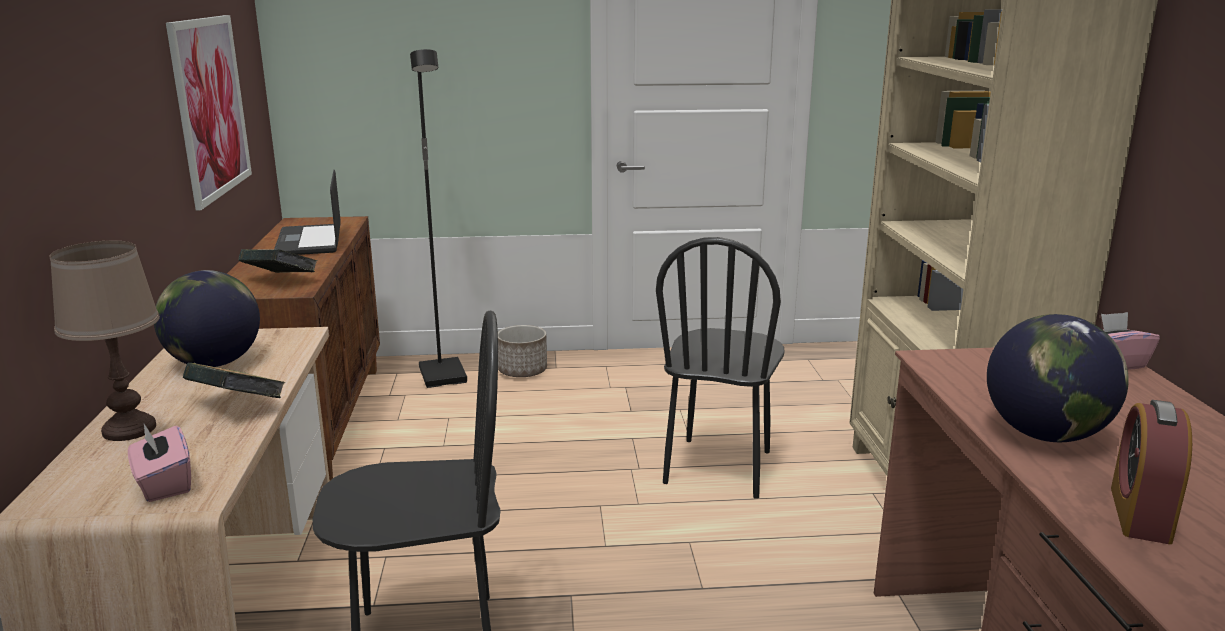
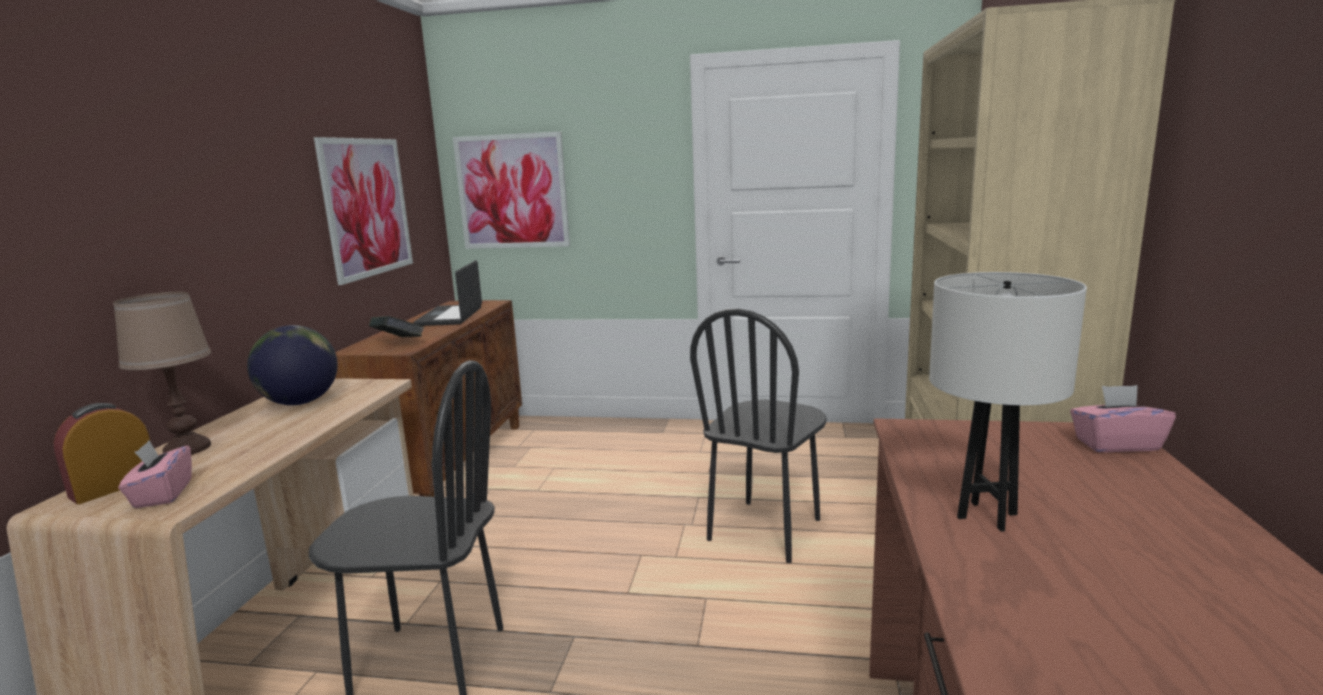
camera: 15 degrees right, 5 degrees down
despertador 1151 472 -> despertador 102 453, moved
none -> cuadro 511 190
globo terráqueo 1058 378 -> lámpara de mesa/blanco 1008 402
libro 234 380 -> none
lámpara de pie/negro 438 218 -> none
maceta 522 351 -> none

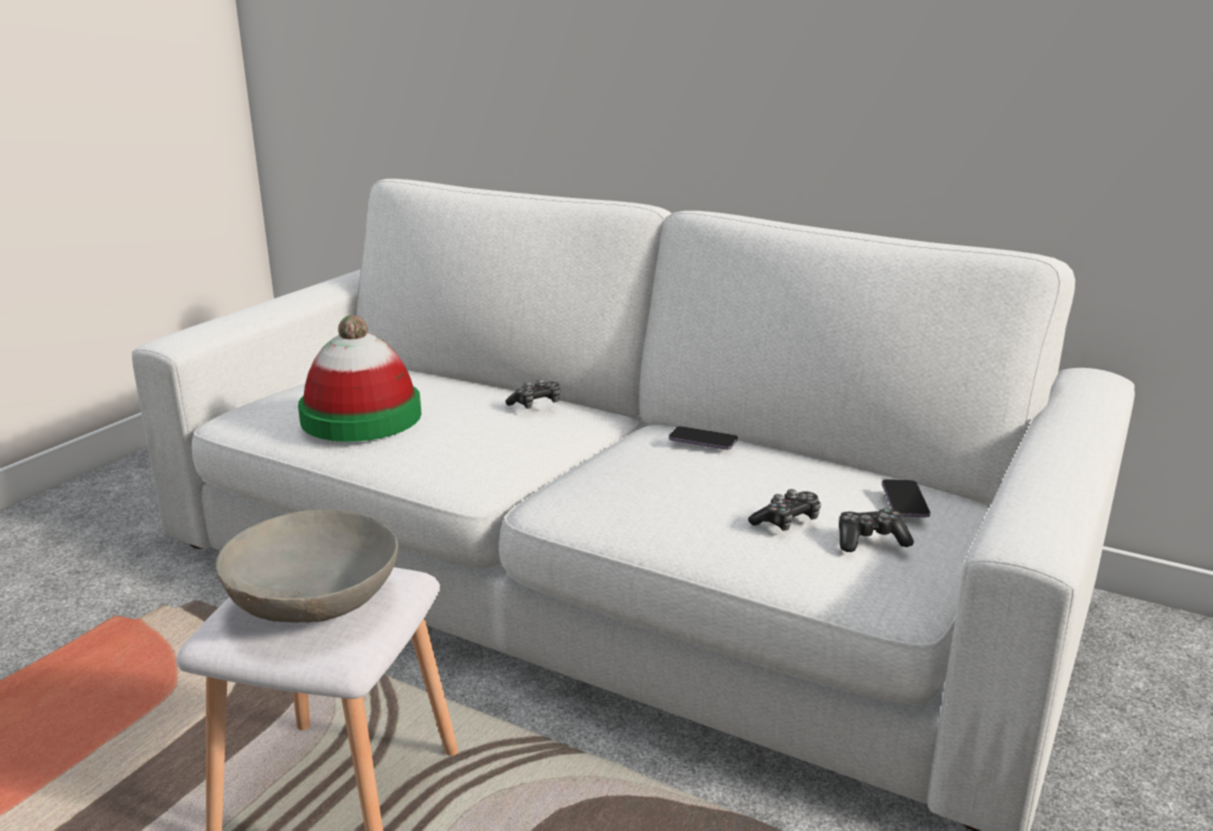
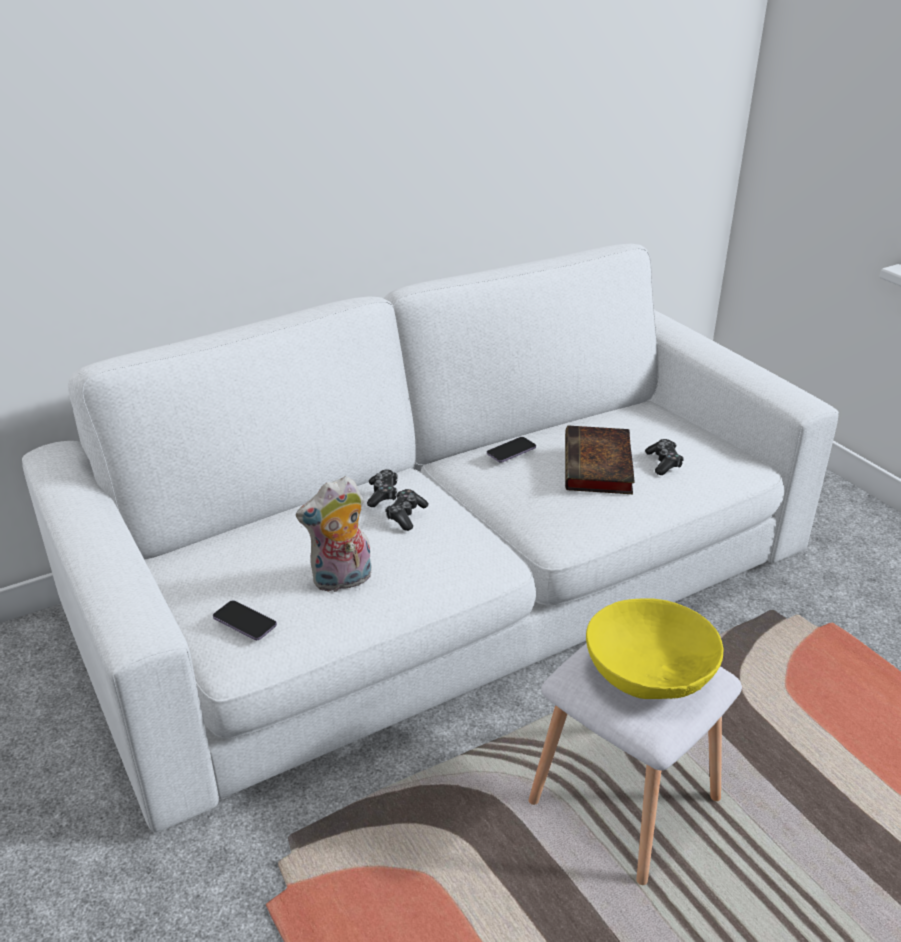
camera: 60 degrees left, 10 degrees up
móvil 906 498 -> móvil 245 620, moved
sombrero 359 378 -> peluche 333 534
mando de consola 876 530 -> mando de consola 407 510, moved
none -> libro 600 460
cuenco/gris 307 566 -> cuenco/amarillo 655 648

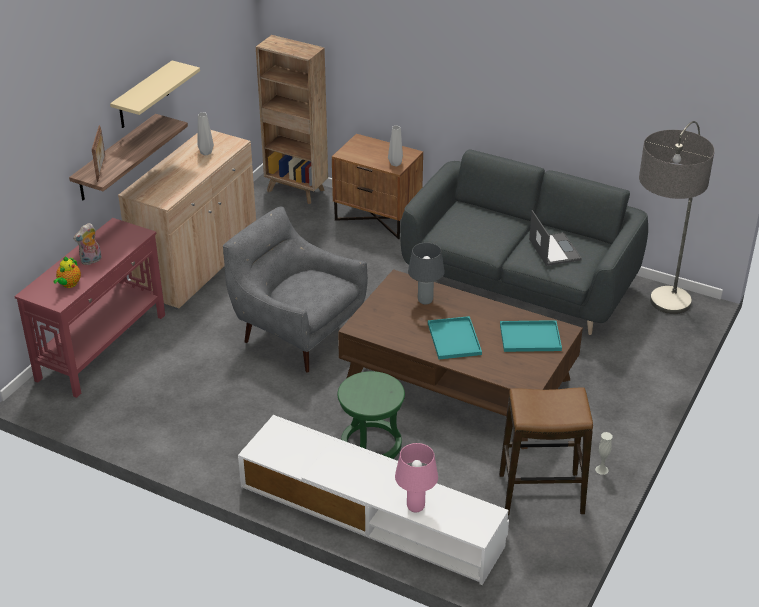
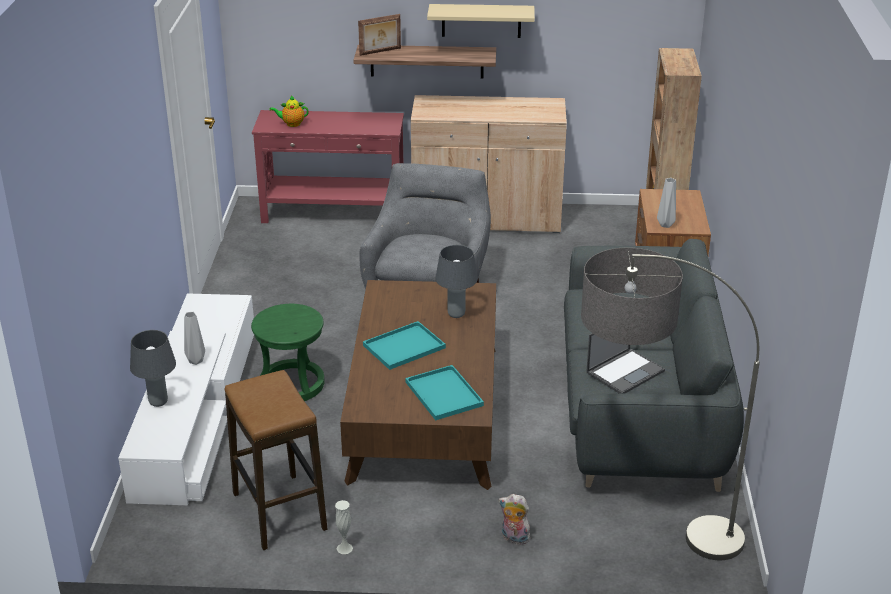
camera: 65 degrees right, 5 degrees down
lámpara de mesa/rosa 416 477 -> lámpara de mesa/gris 153 368
florero/gris 205 134 -> florero/gris 194 338, moved
peluche 87 244 -> peluche 514 520, moved

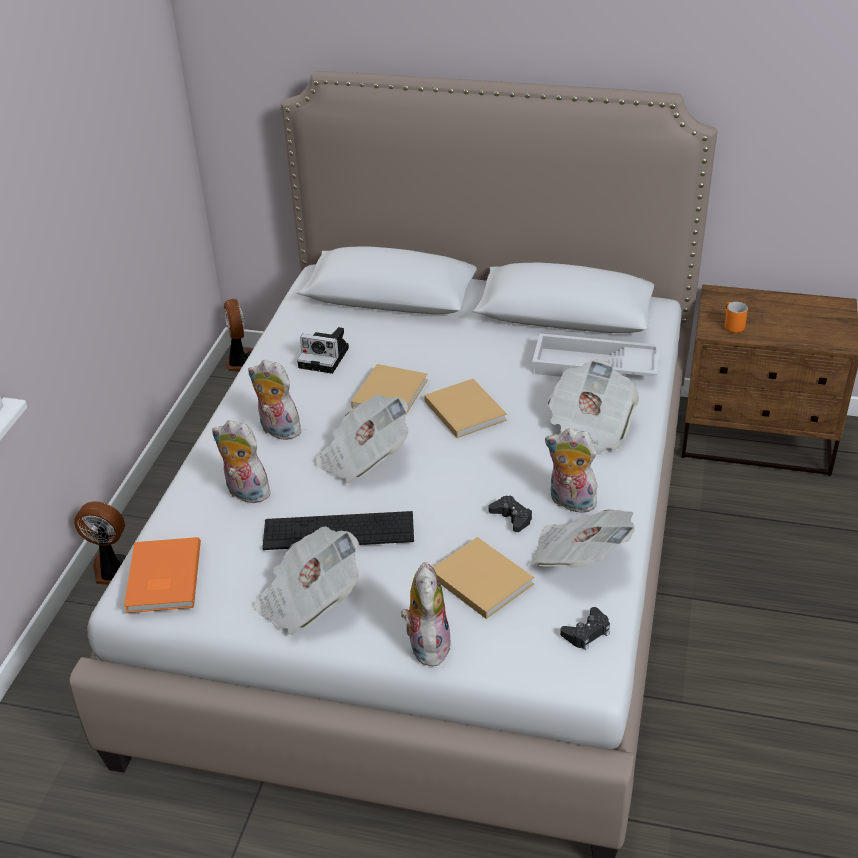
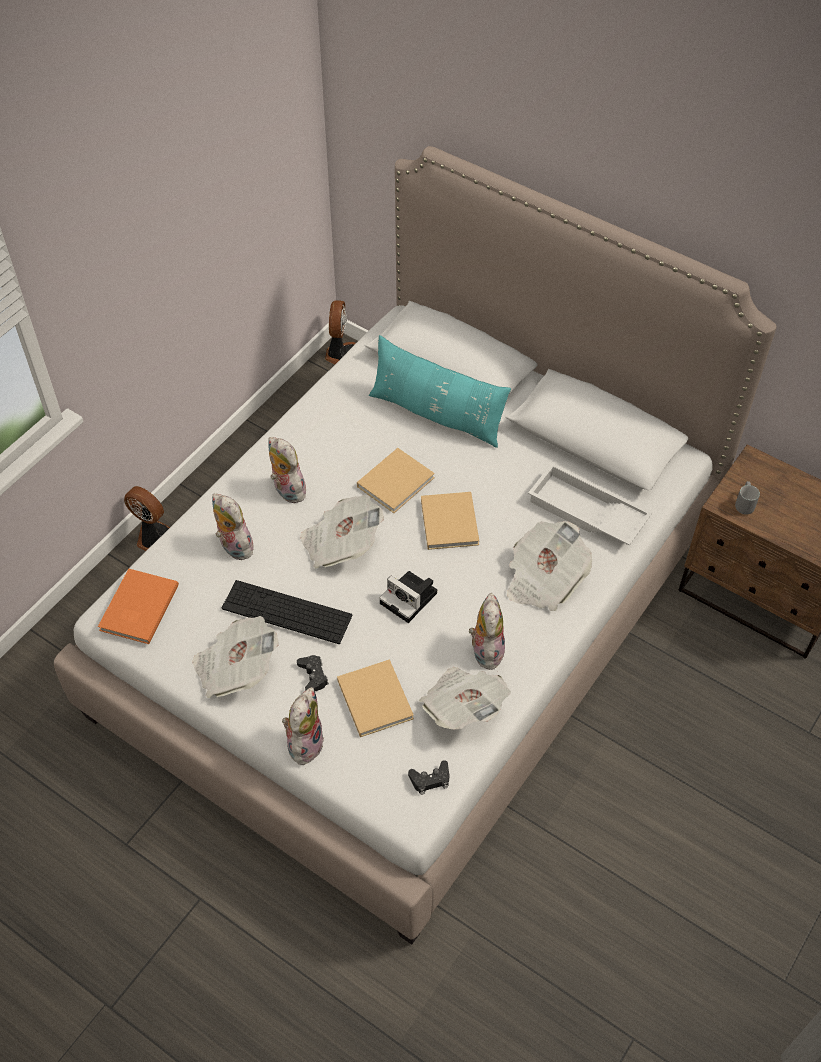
camera: 20 degrees right, 15 degrees up
mando de consola/negro 510 513 -> mando de consola/negro 313 673, moved
none -> cojín/turquesa 440 391
cámara 323 350 -> cámara 408 597, moved
peluche 571 470 -> peluche 487 631, 45 degrees clockwise
taza grande/naranja 736 317 -> taza grande/gris 747 497

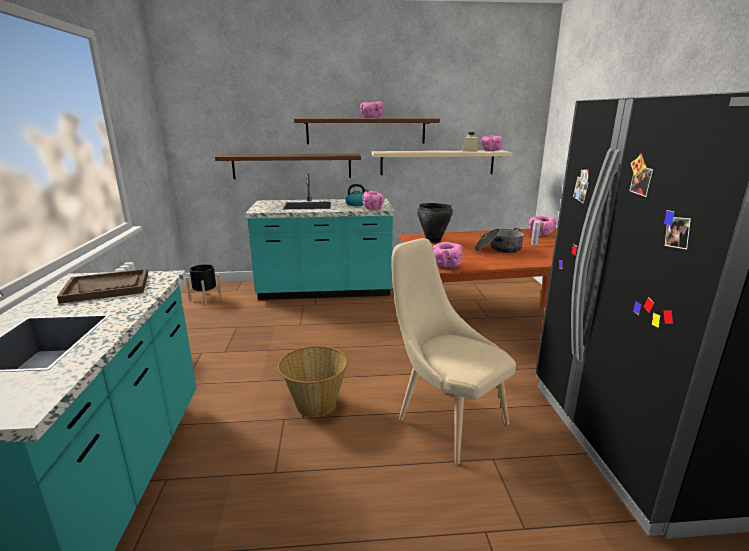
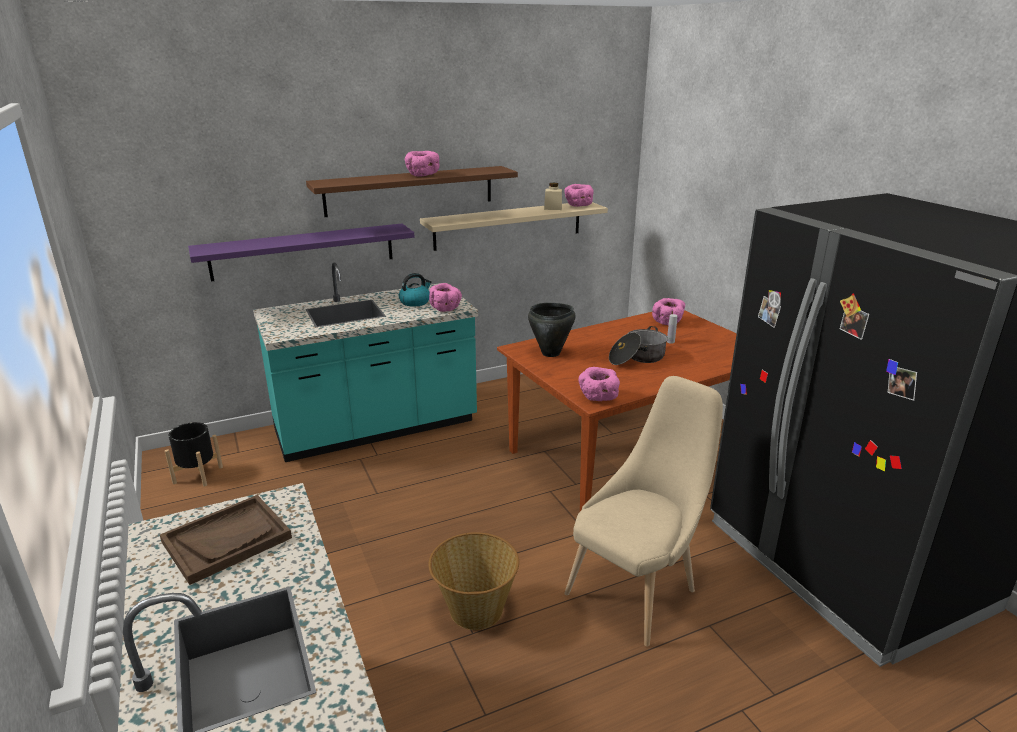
camera: 20 degrees left, 5 degrees up
estante/marrón 288 166 -> estante/morado 301 253
silla/beis 453 351 -> silla/beis 643 511, 105 degrees clockwise

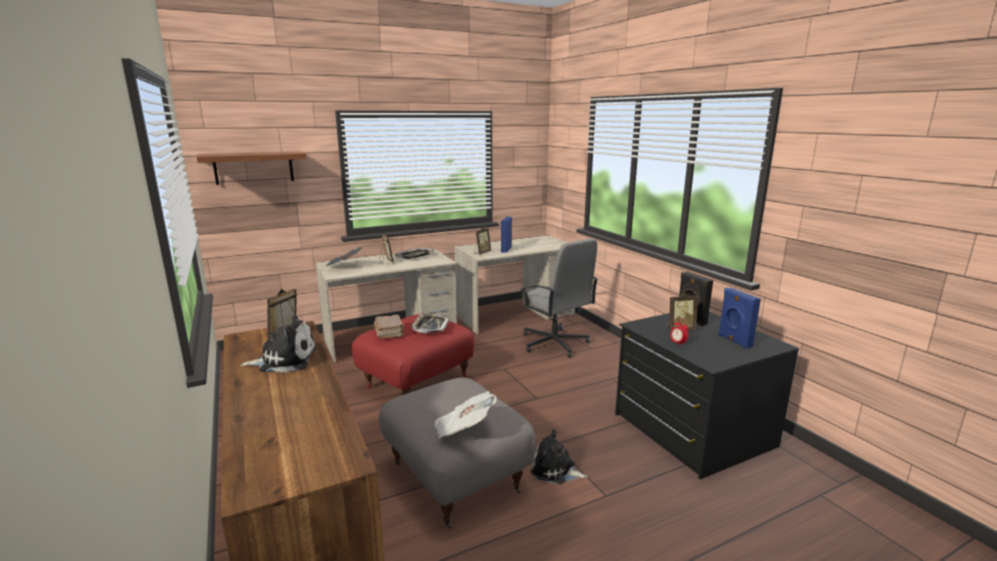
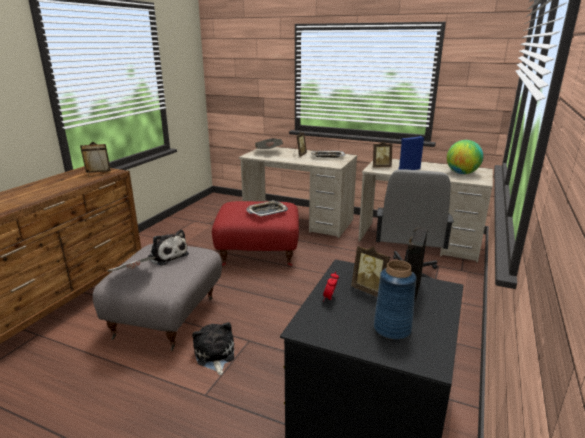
camera: 50 degrees right, 5 degrees up
peluche 278 344 -> peluche 168 248, moved
altavoz/azul 739 318 -> florero/azul 395 300
none -> globo terráqueo 465 157
estante 252 168 -> none
libro/marrón 389 327 -> none

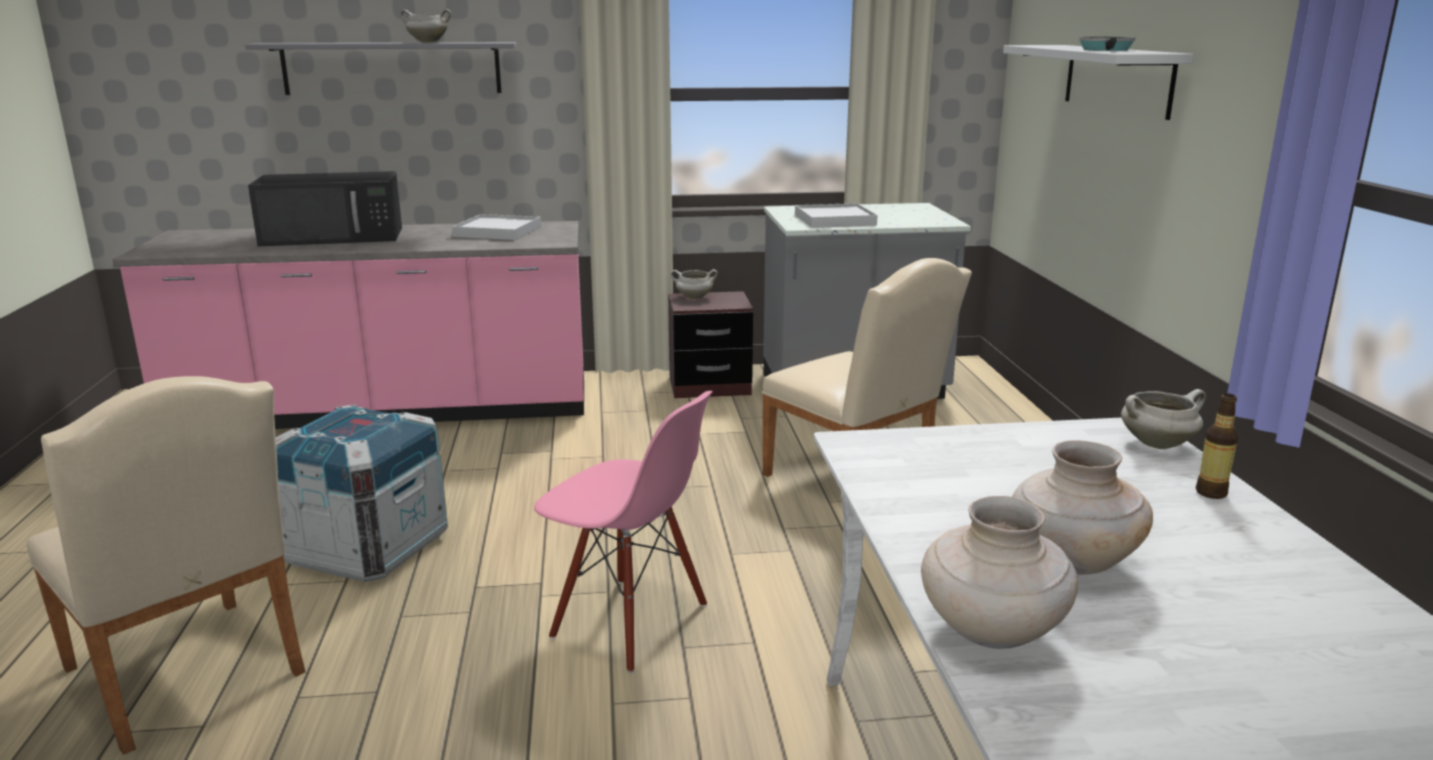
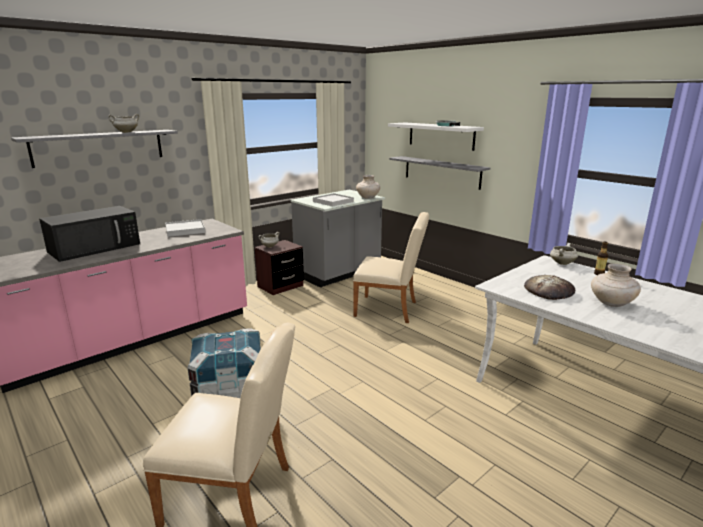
camera: 35 degrees left, 0 degrees up
florero/beis 999 572 -> florero/beis 368 187, moved
none -> estante/gris 439 173
none -> pan 549 287
silla/rosa 623 532 -> none

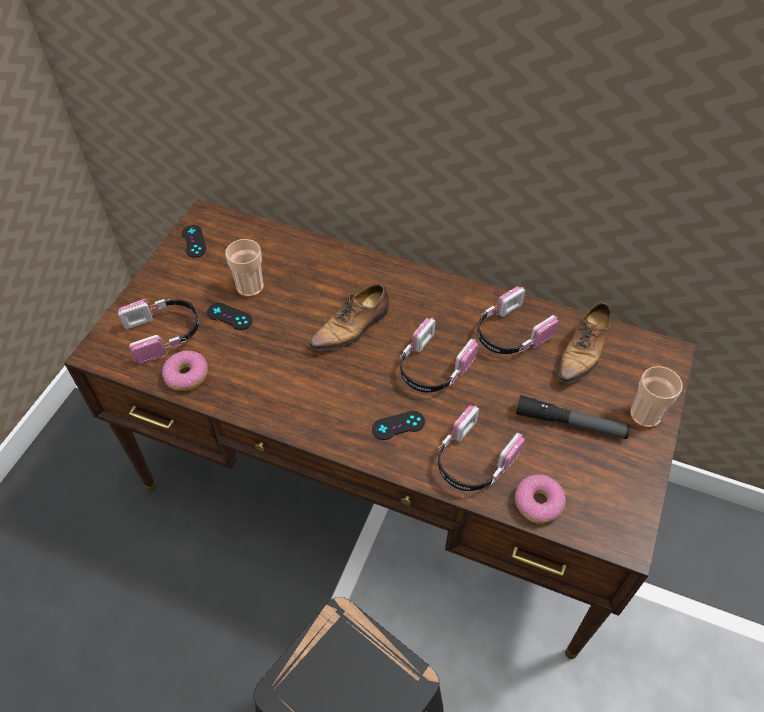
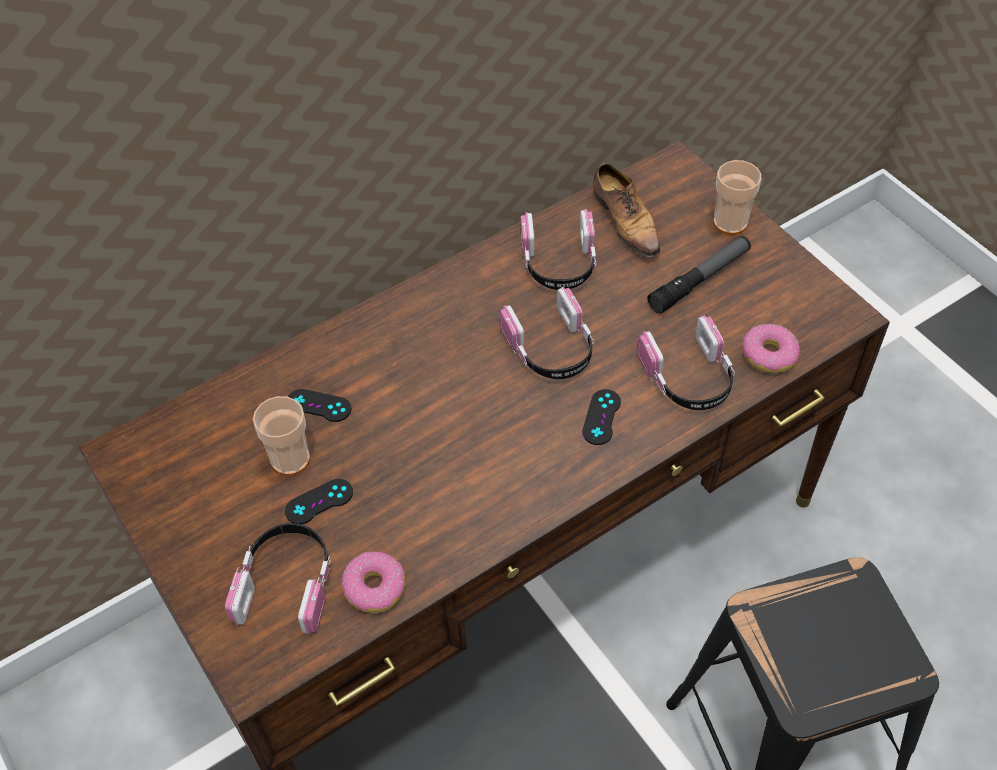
camera: 55 degrees left, 0 degrees up
mando de consola/negro 194 241 -> mando de consola/negro 319 405, moved
zapato 348 317 -> none

